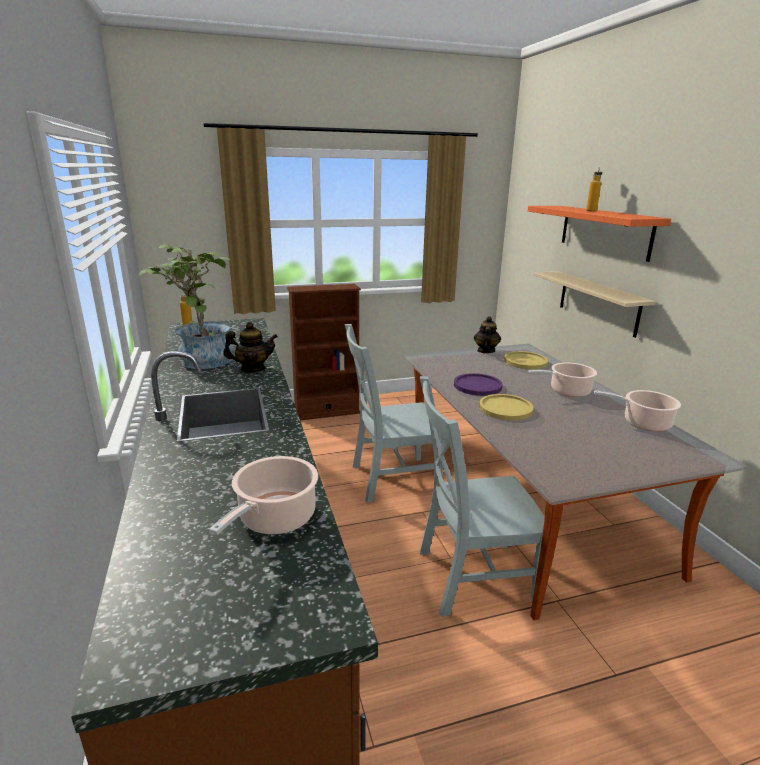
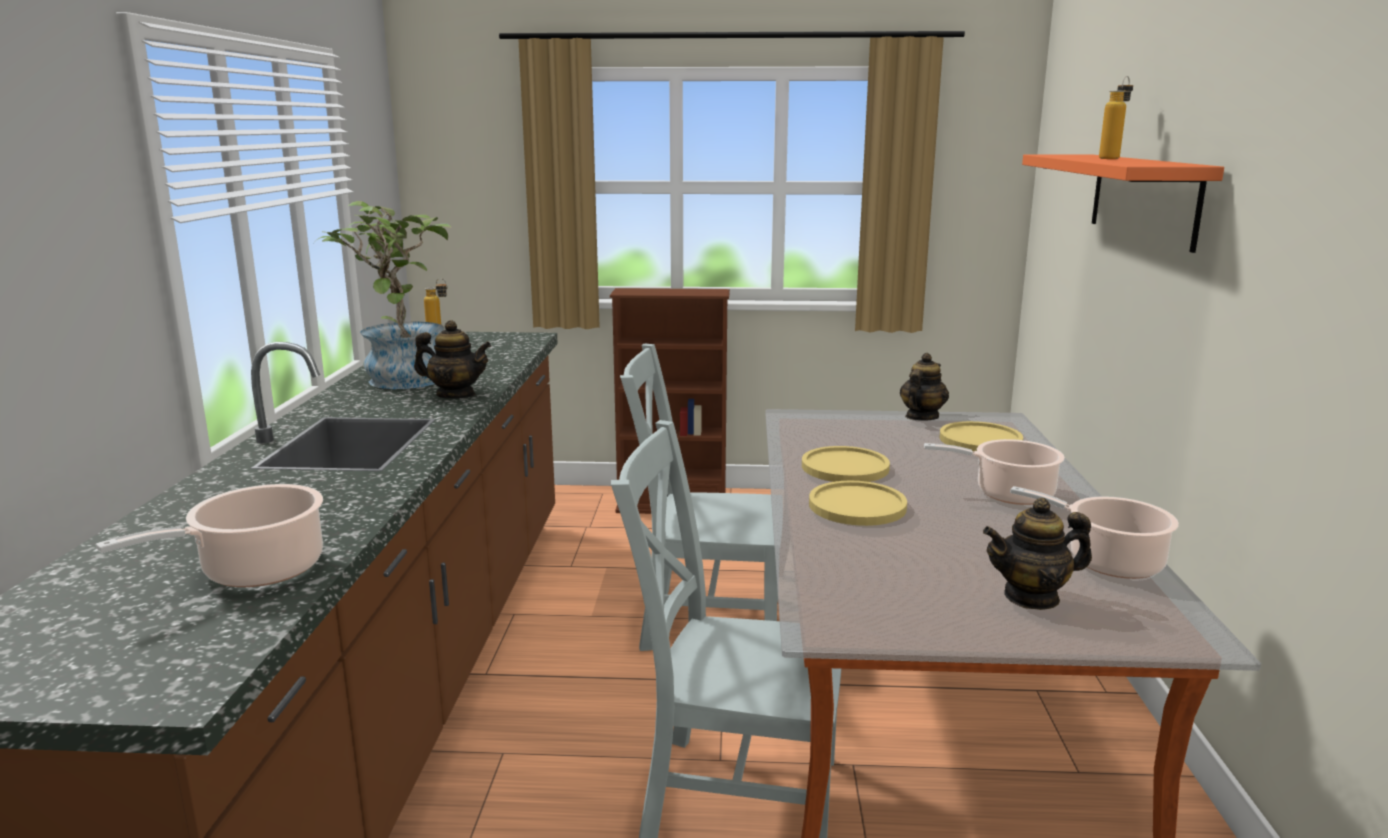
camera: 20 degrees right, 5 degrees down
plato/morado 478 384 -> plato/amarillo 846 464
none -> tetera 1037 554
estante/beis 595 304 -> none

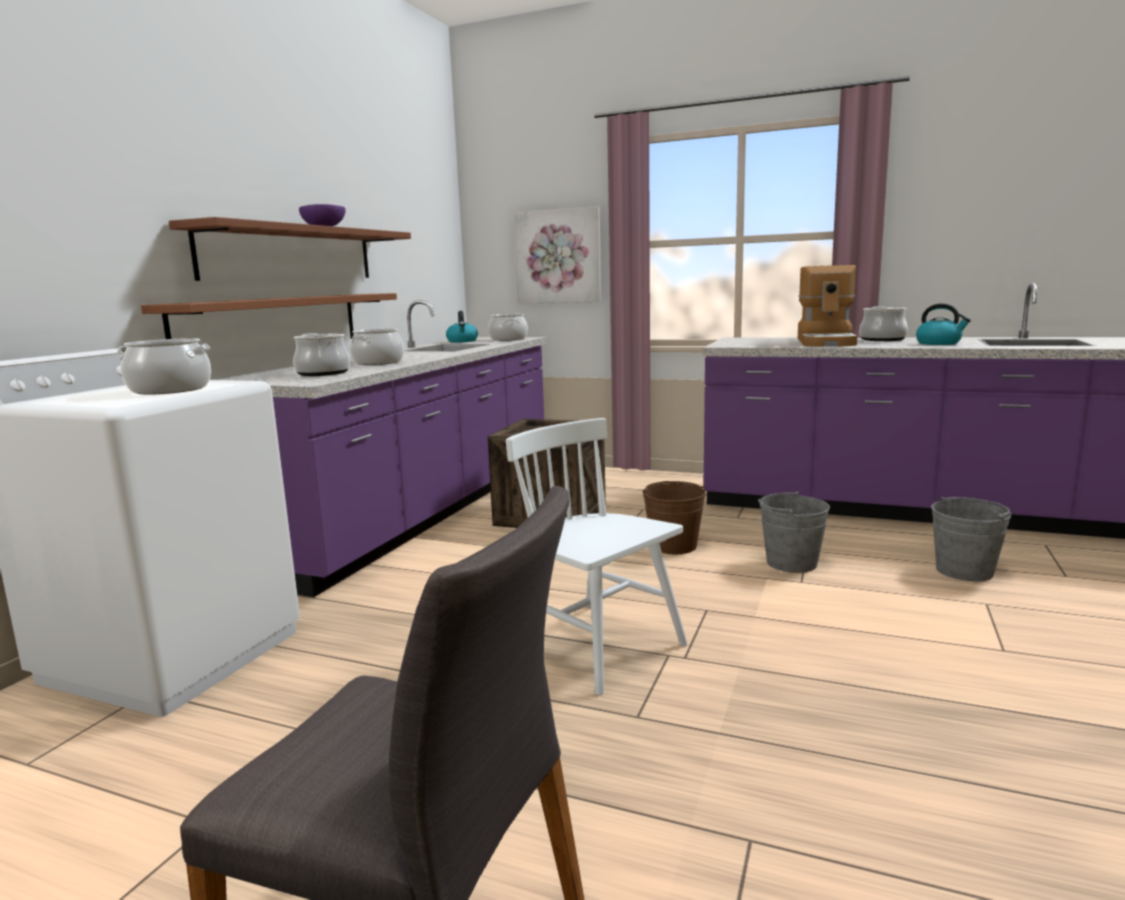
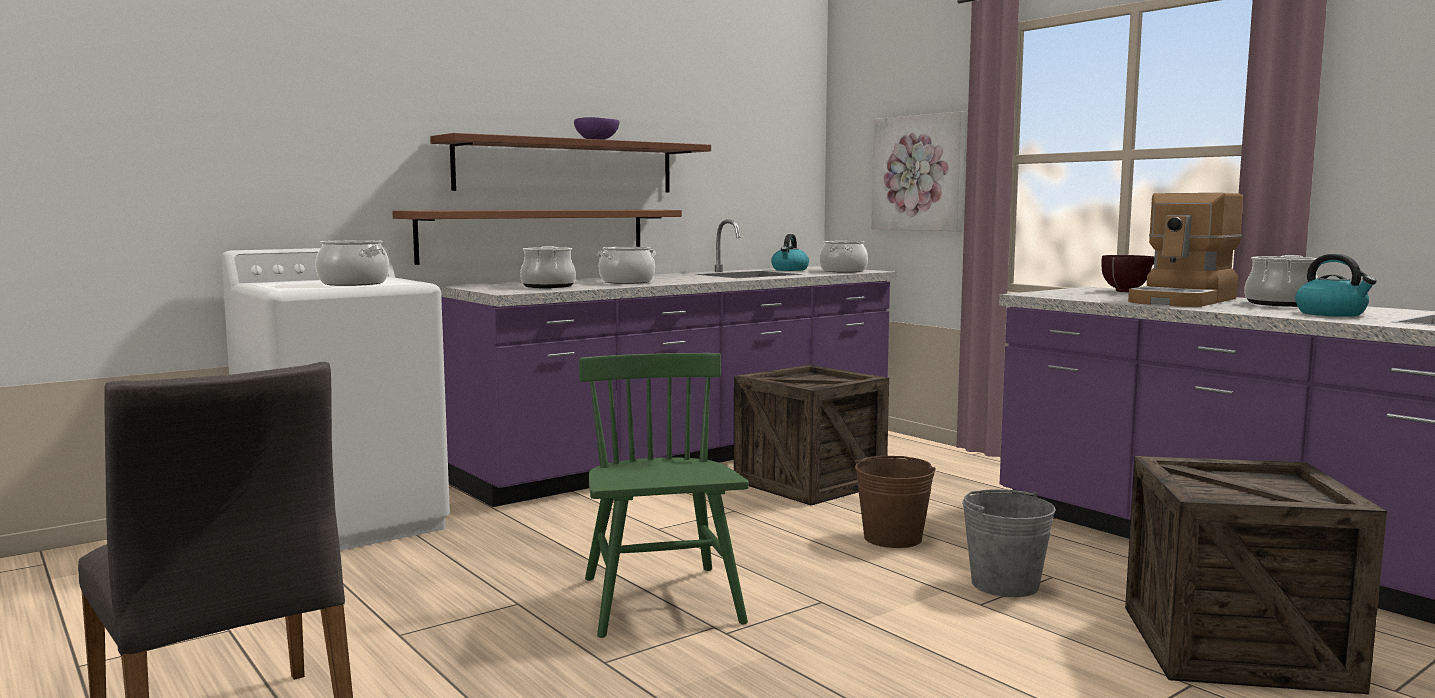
camera: 30 degrees right, 5 degrees down
silla/blanco 597 556 -> silla/verde 664 495
none -> cuenco/marrón 1128 273
cubo/gris 971 538 -> caja de embalaje 1256 575

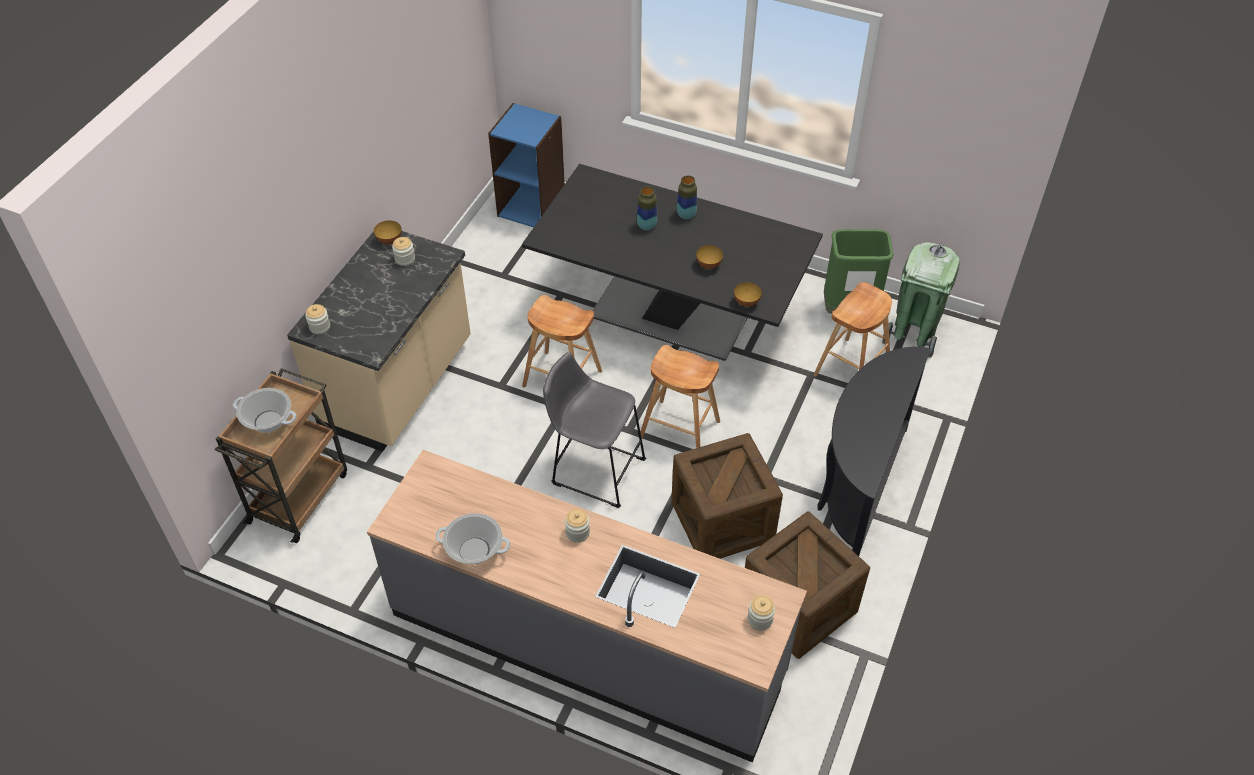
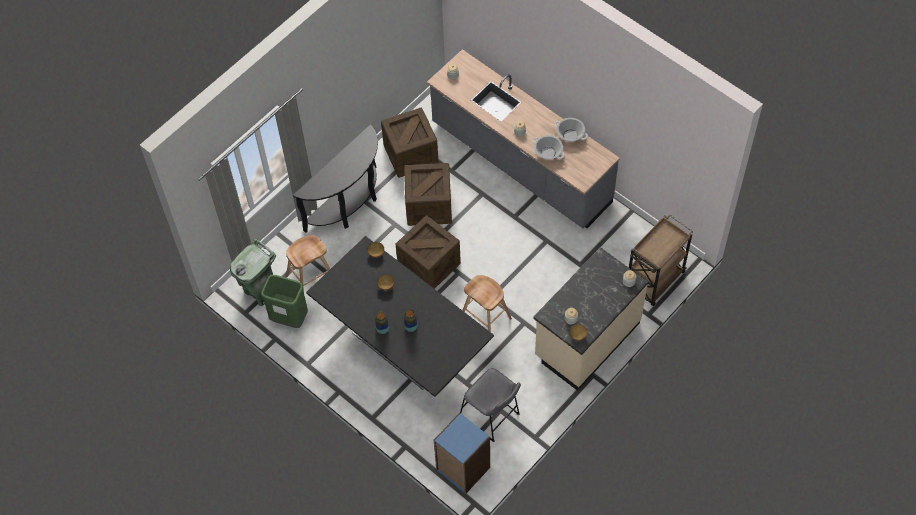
camera: 160 degrees left, 10 degrees up
taburete/marrón 680 396 -> caja de embalaje 428 252
taburete/gris 594 430 -> taburete/gris 490 405, moved
olla 265 410 -> olla 549 147, moved

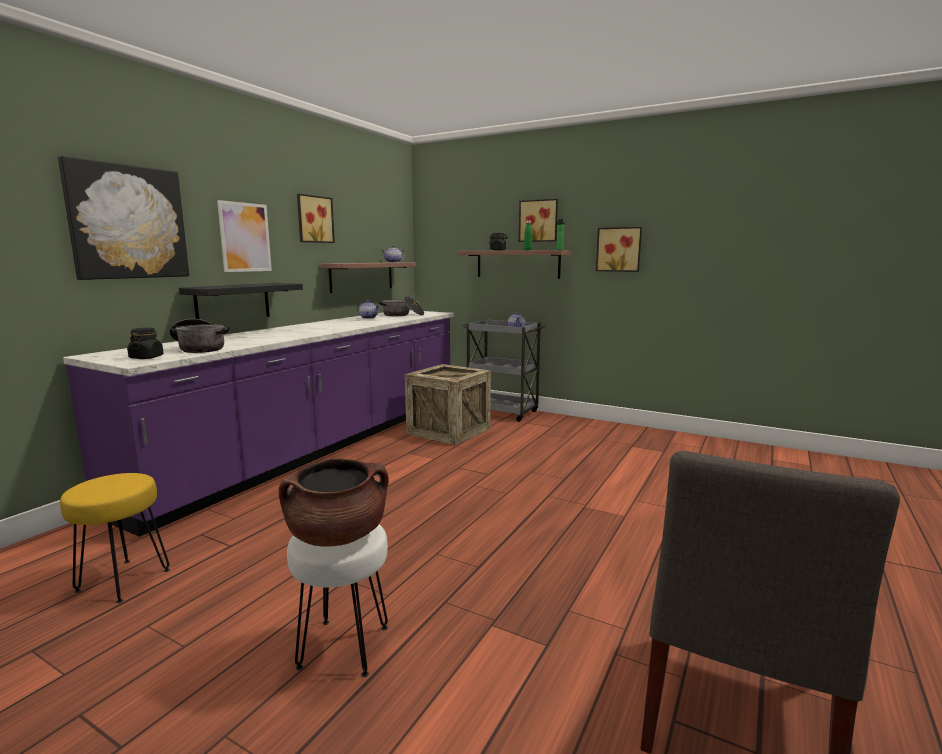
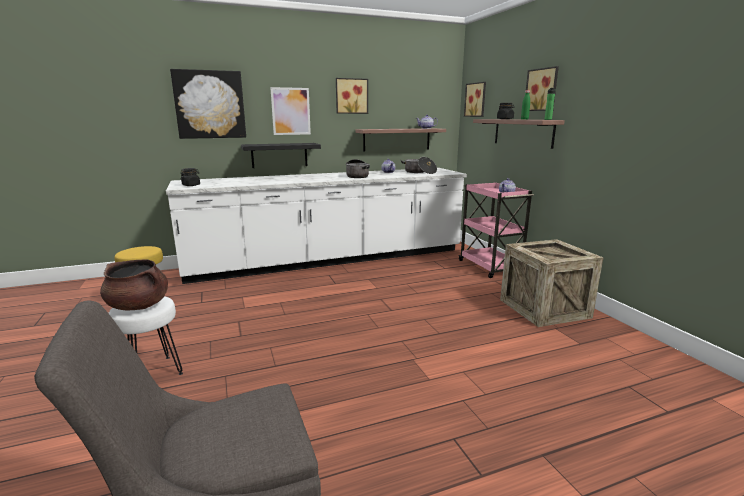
camera: 40 degrees right, 5 degrees up
mueble bajo de cocina/morado 258 423 -> mueble bajo de cocina/blanco 316 226
olla 199 336 -> olla 358 168, moved
carrito/gris 504 370 -> carrito/rosa 496 230
cuadro 619 249 -> cuadro 475 99, moved
caja de embalaje 448 405 -> caja de embalaje 551 283, moved

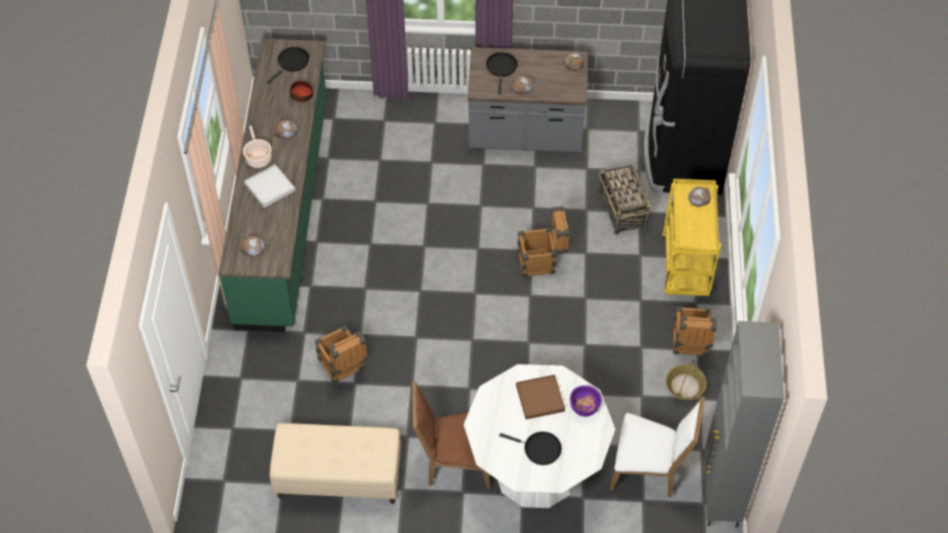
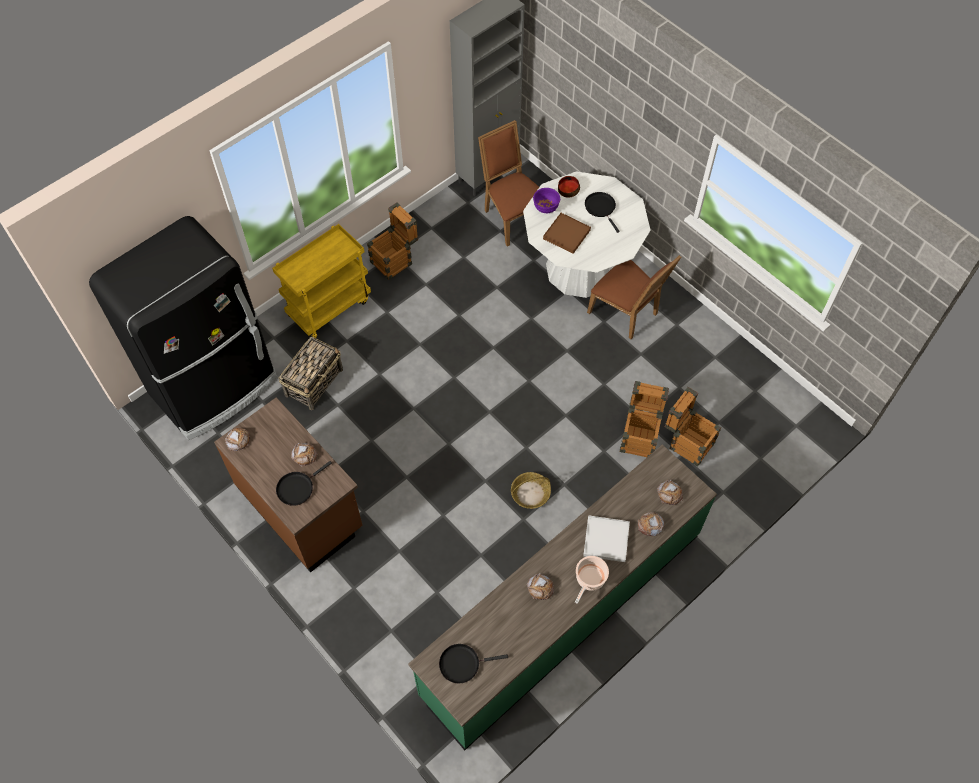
camera: 135 degrees left, 5 degrees up
mueble bajo de cocina/gris 527 99 -> mueble bajo de cocina/marrón 288 485
silla/blanco 657 446 -> silla/marrón 508 183
cesta 686 380 -> cesta 531 490, moved
cuenco 301 91 -> cuenco 569 186, moved
pan 699 197 -> pan 651 524, moved
caja de embalaje 543 241 -> caja de embalaje 693 427, moved
banco/beis 335 463 -> none

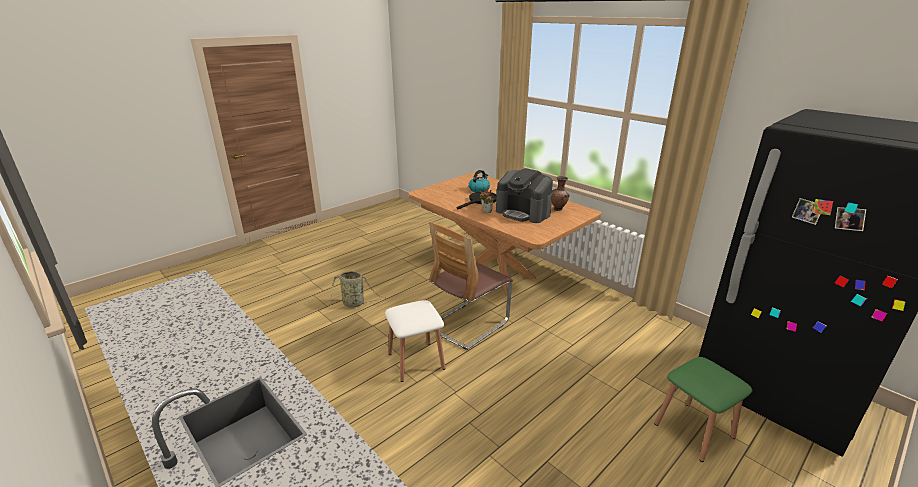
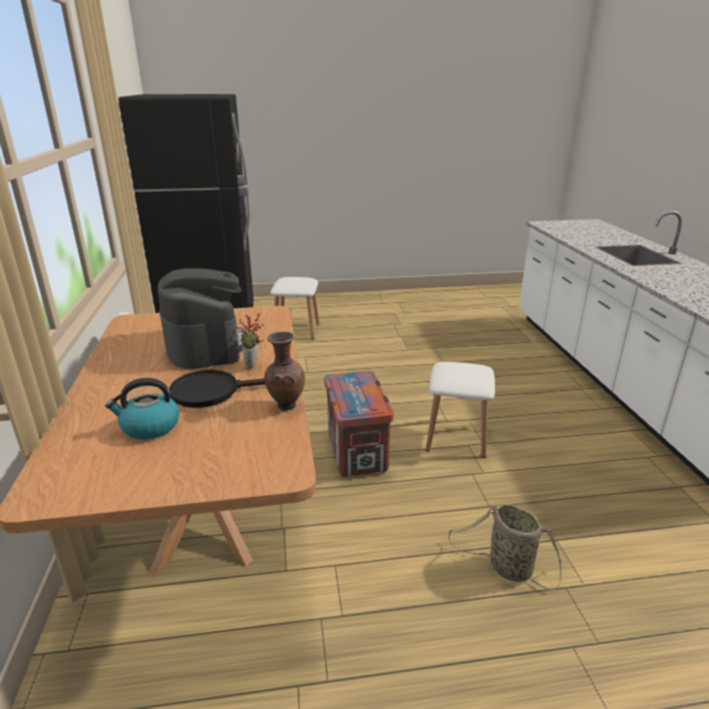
camera: 145 degrees left, 0 degrees up
florero/marrón 560 193 -> florero/marrón 284 371, moved
taburete/verde 703 409 -> taburete/blanco 295 308
silla 471 286 -> caja de embalaje 359 424

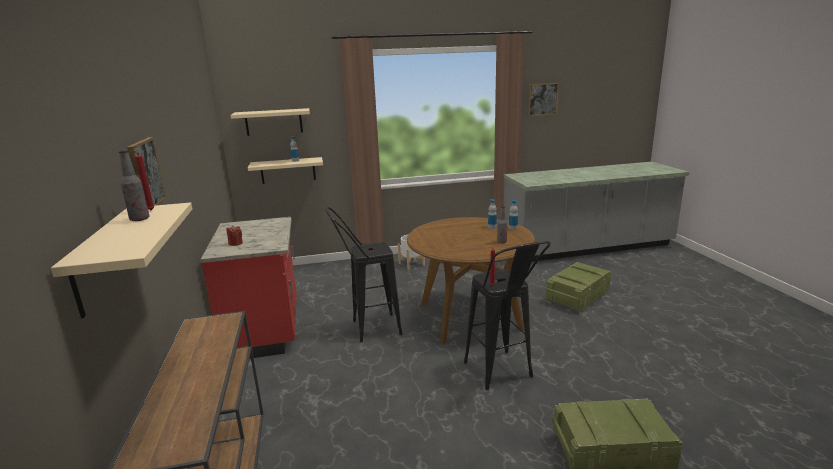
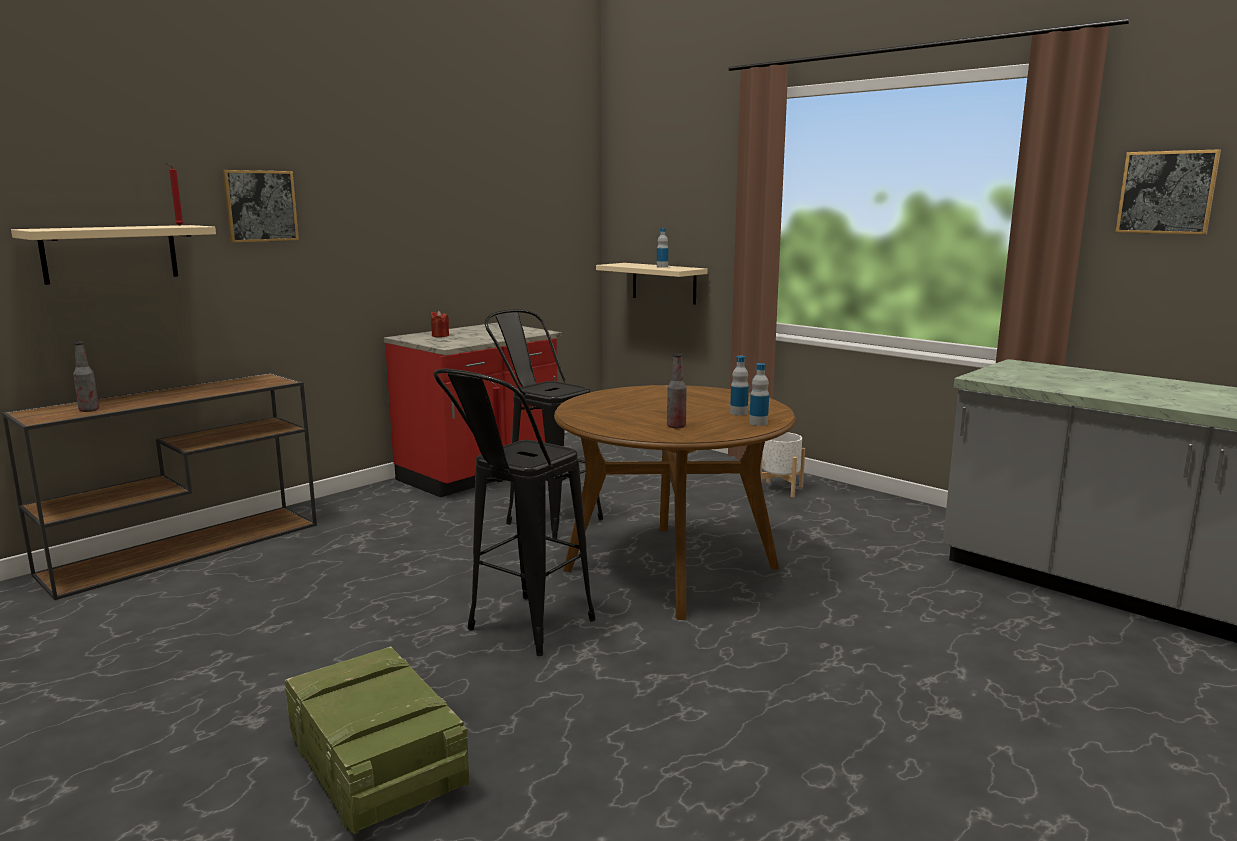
camera: 55 degrees right, 5 degrees down
botella 133 185 -> botella 86 377, moved
estante/beis 270 122 -> none
caja de embalaje 578 286 -> none

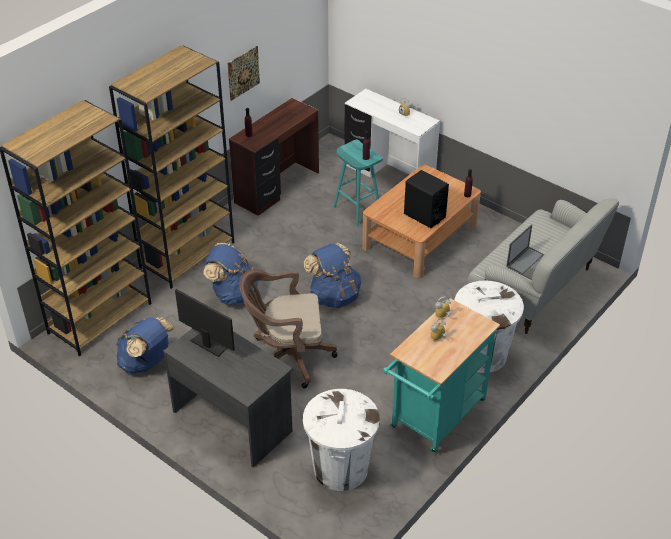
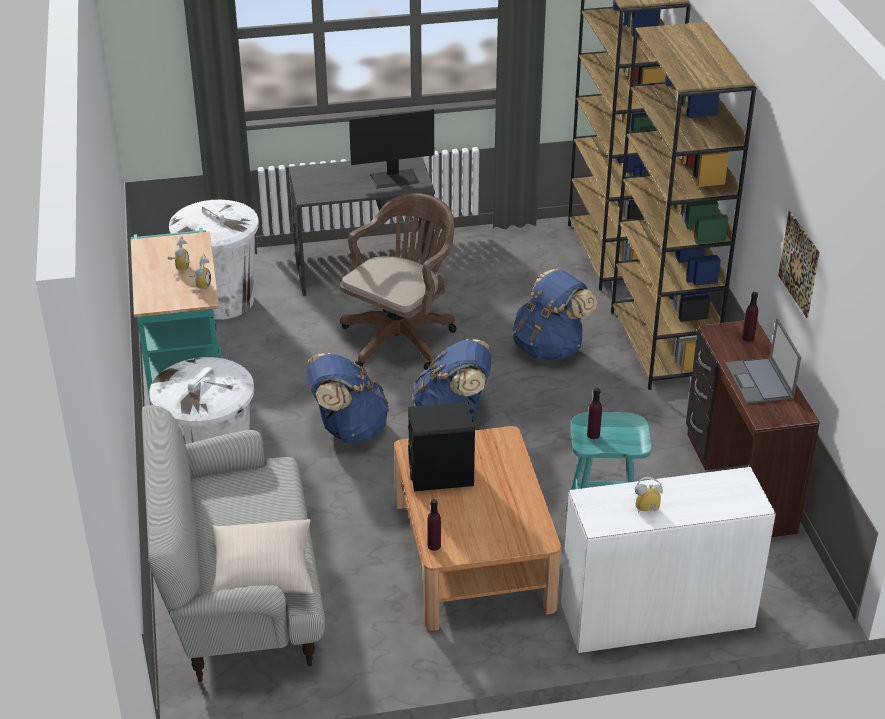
camera: 130 degrees right, 5 degrees down
none -> cojín/beis 261 556
mochila/azul 145 345 -> mochila/azul 347 398, moved
portátil 525 252 -> portátil 763 361, moved

